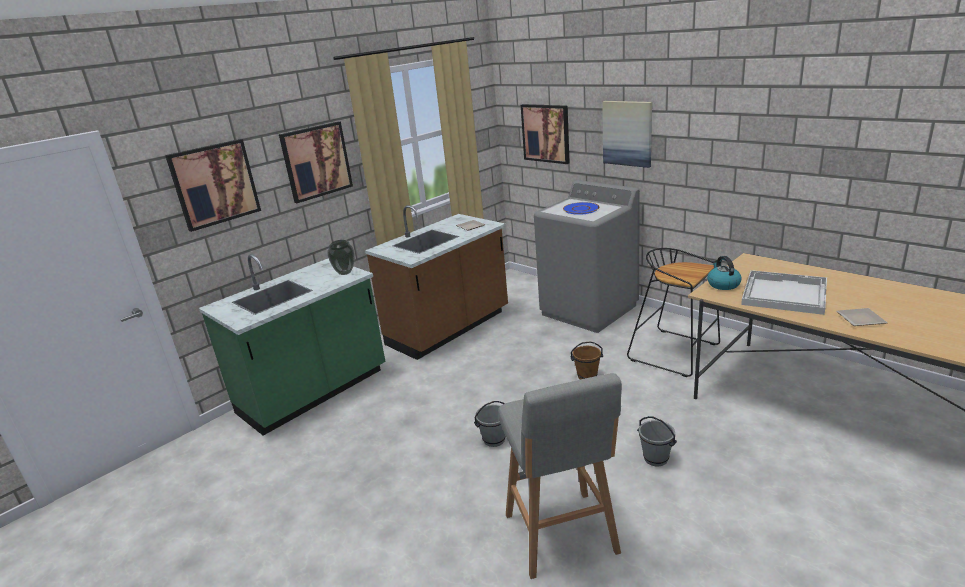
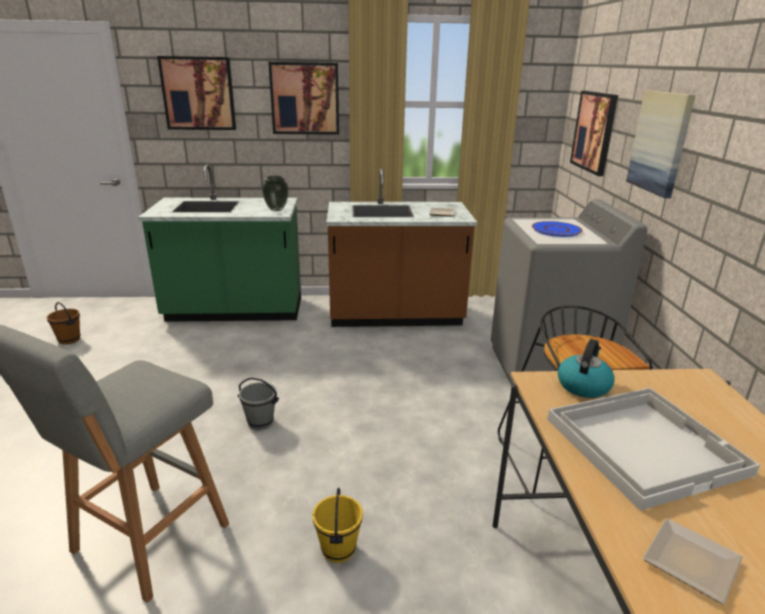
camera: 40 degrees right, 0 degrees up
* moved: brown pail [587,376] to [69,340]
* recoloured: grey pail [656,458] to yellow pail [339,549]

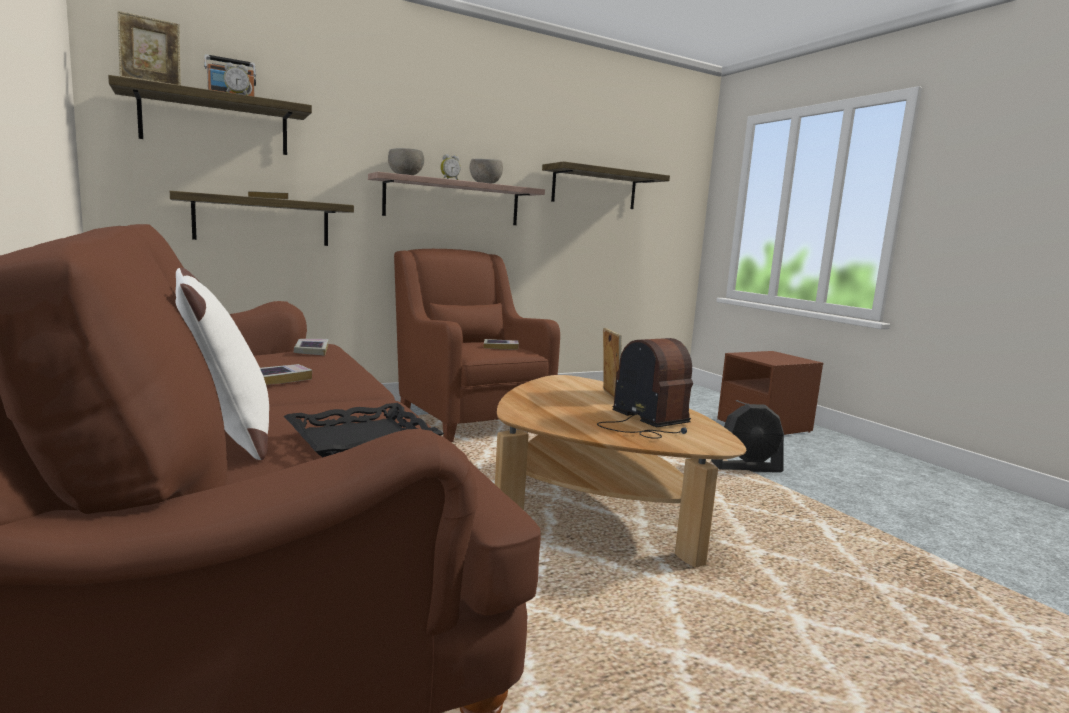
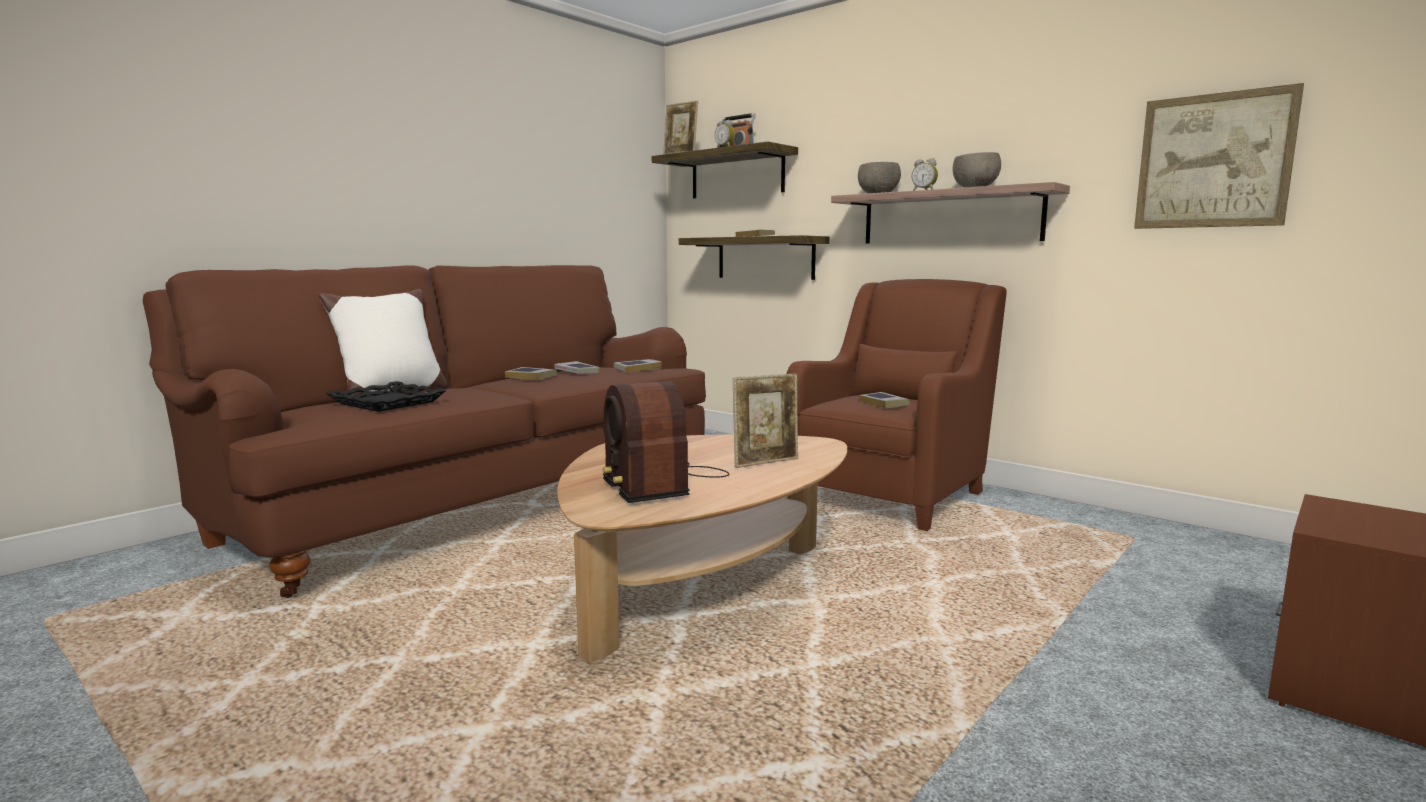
camera: 70 degrees right, 0 degrees up
* replaced: wall shelf [594,188] to wall picture [1213,161]
* turned: radio [645,423] = [660,482] 120 degrees clockwise
* removed: black-coloured cooling fan [747,467]
* added: bound book [576,372]

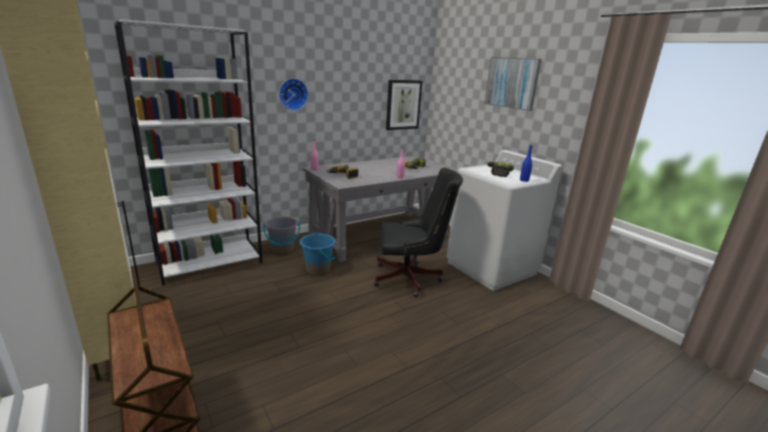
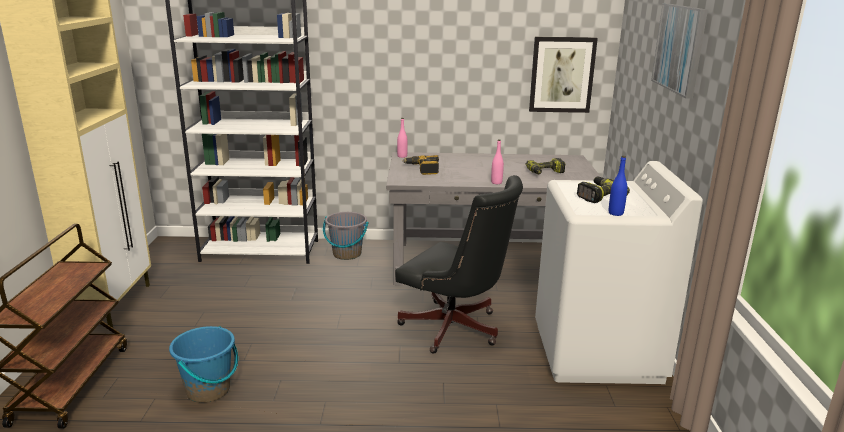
camera: 35 degrees right, 0 degrees up
* removed: hanging clock [292,94]
* moved: blue pail [318,269] to [208,390]

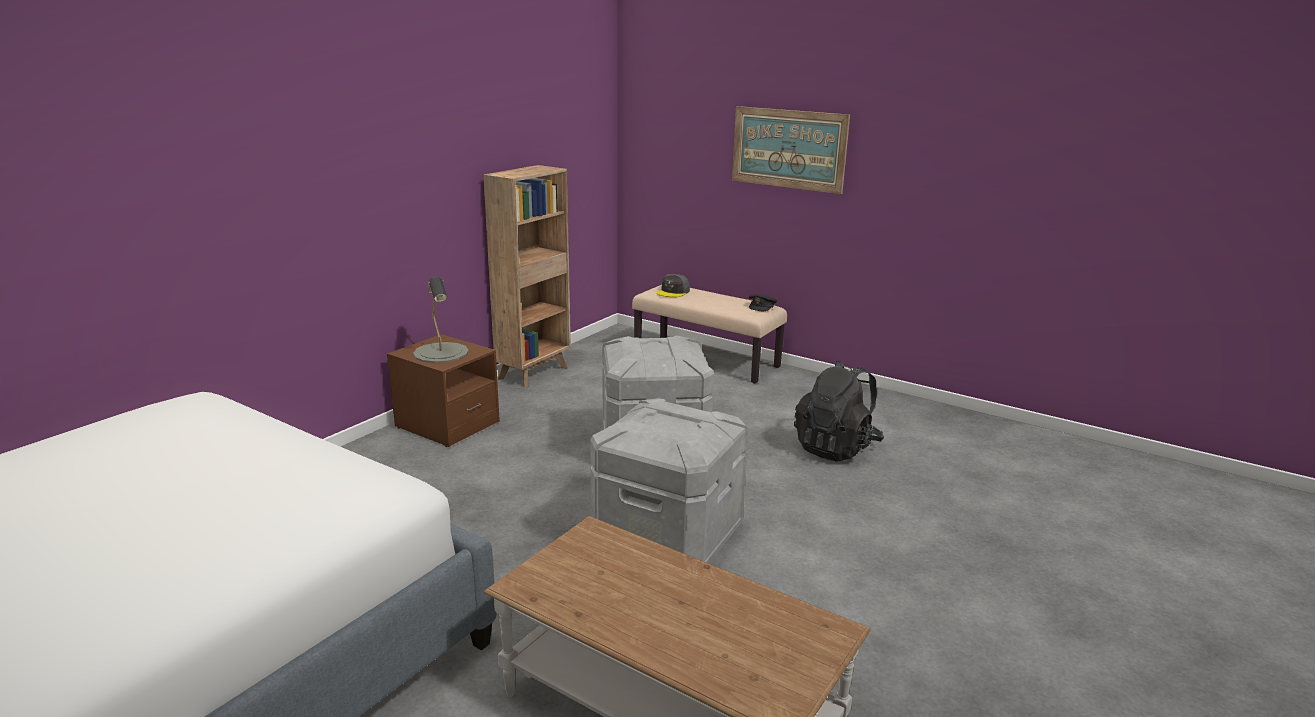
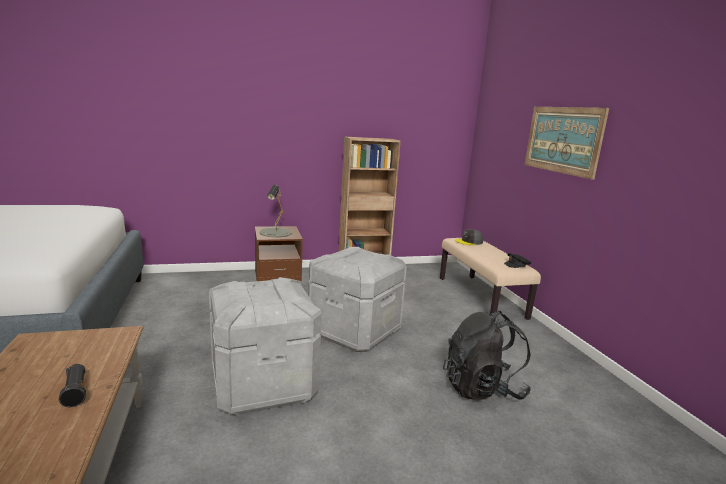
camera: 40 degrees right, 5 degrees down
* added: black-coloured torch [75,392]

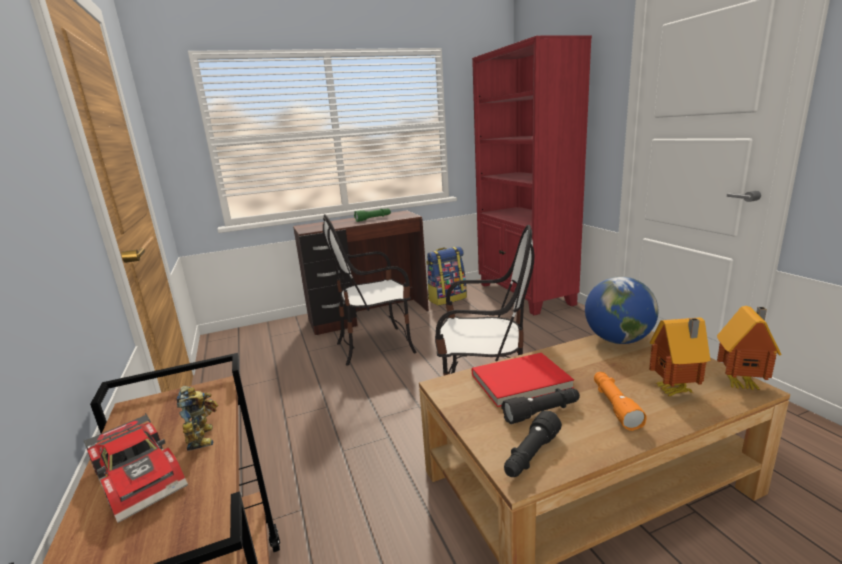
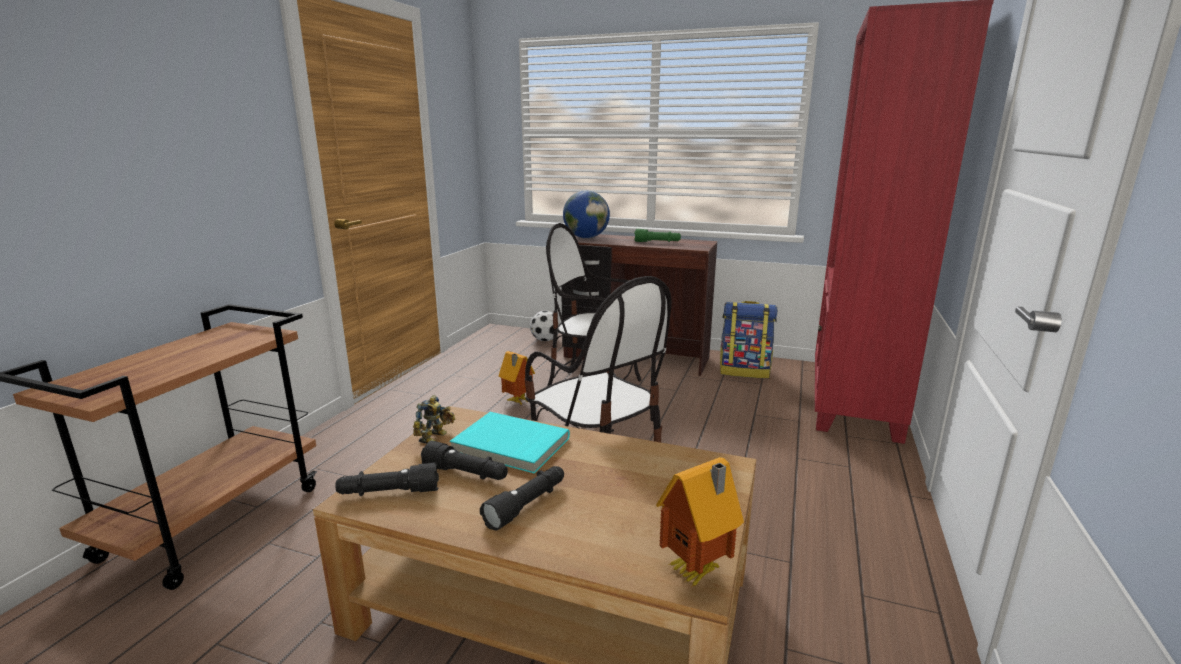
camera: 40 degrees right, 0 degrees up
* removed: toy car [142,474]
* moved: model robot [204,437] to [435,438]
* recoloured: red bound book [521,382] to turquoise-coloured bound book [509,446]
* moved: globe [618,340] to [586,237]
* recoloured: orange-coloured torch [614,406] to black-coloured torch [527,505]
* moved: toy house [675,392] to [517,402]
* added: ball for football [545,340]

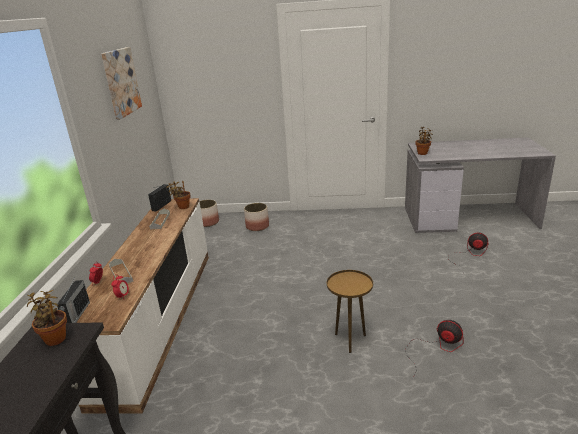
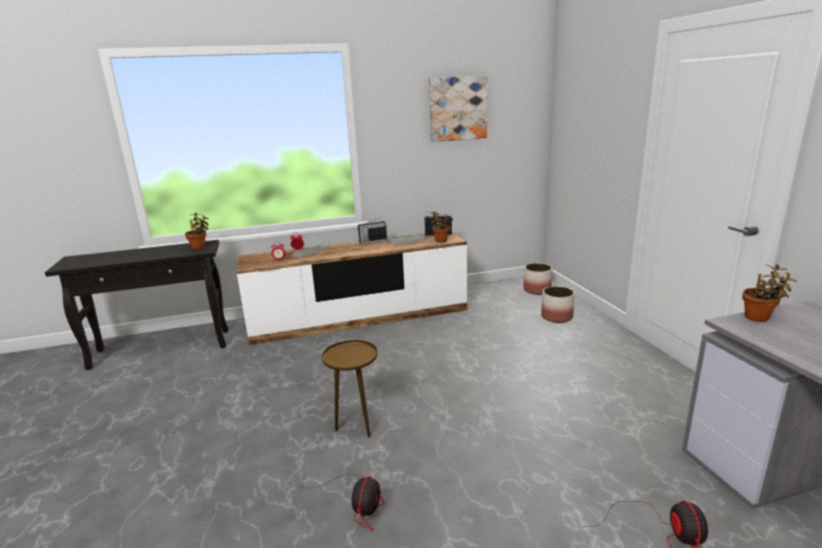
camera: 70 degrees right, 5 degrees down
* moved: radio [77,315] to [372,241]

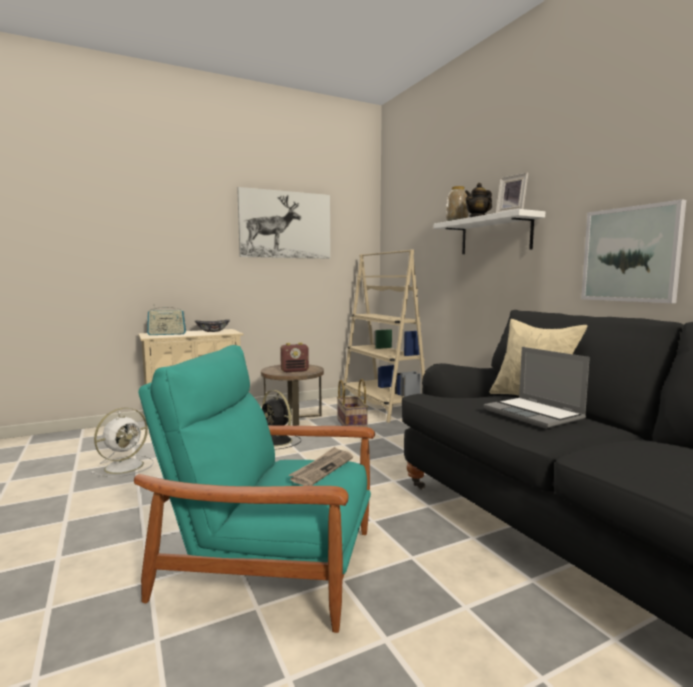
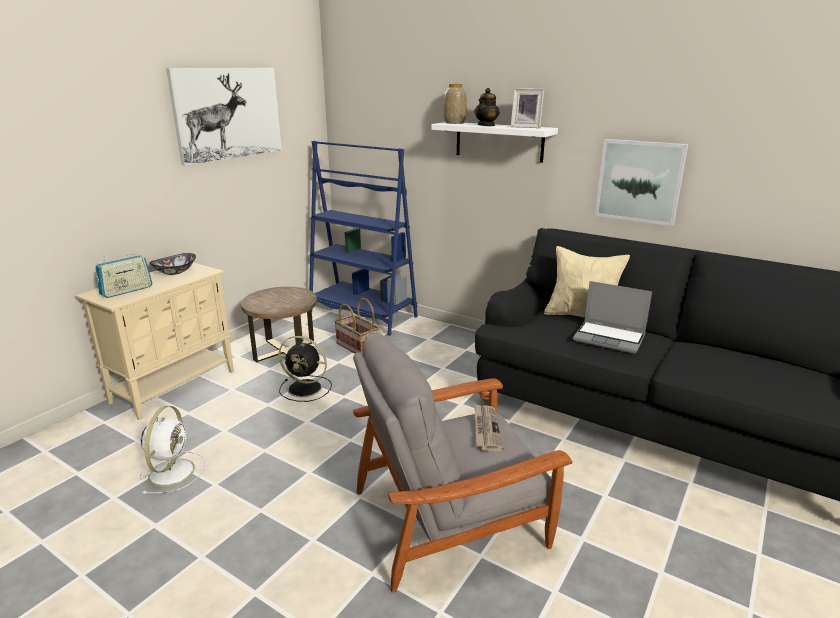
camera: 30 degrees left, 15 degrees up
* recoloured: turquoise-coloured lounge chair [271,564] to grey lounge chair [451,517]
* removed: radio [295,371]
* recoloured: sand-coloured bookshelf [382,406] to blue bookshelf [362,314]

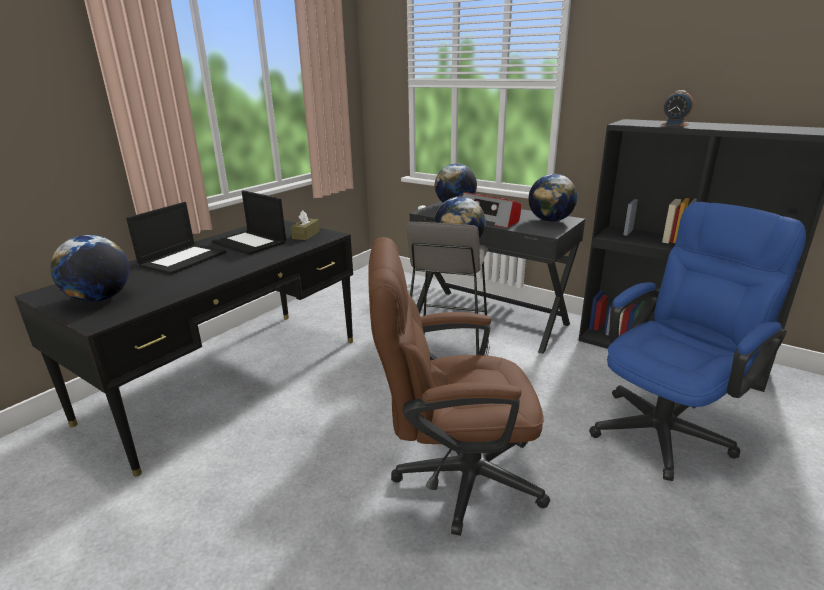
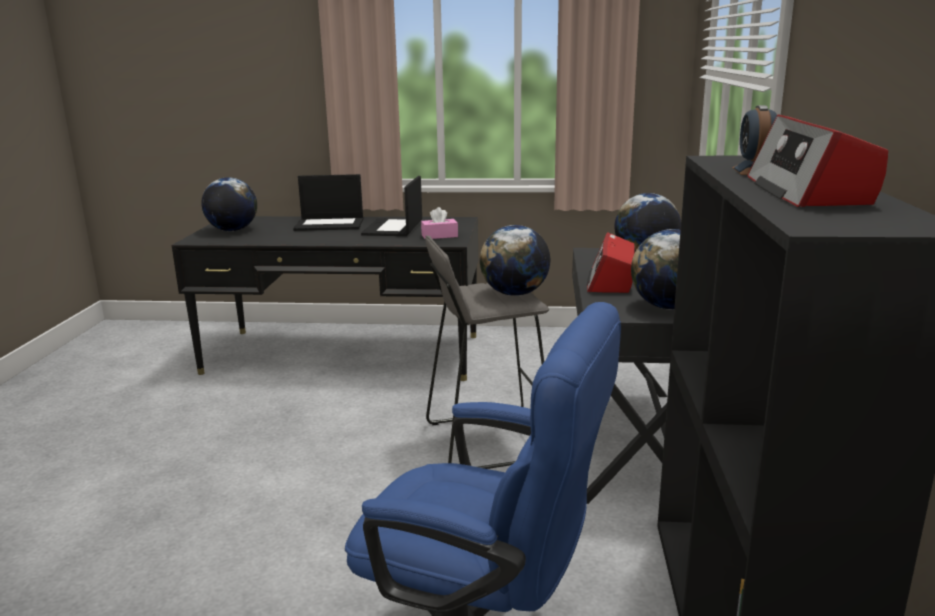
camera: 60 degrees right, 5 degrees down
* recoloured: brown box of tissues [306,235] to pinkish box of tissues [439,236]
* removed: brown desk chair [454,476]
* added: radio [808,191]

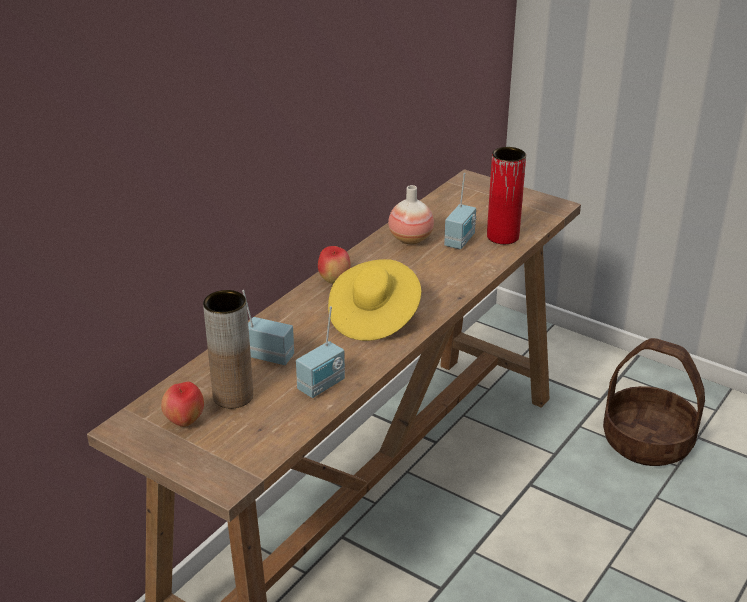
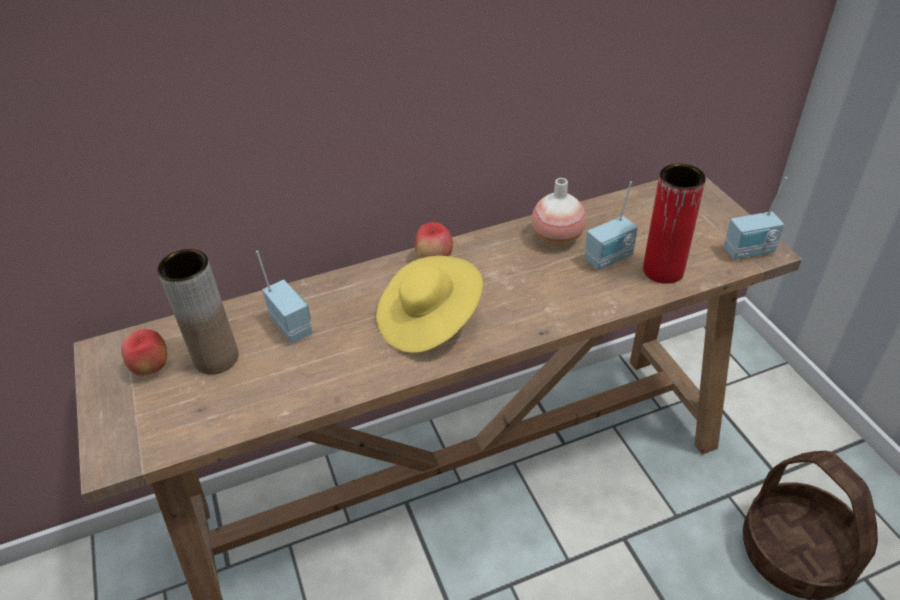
camera: 35 degrees right, 10 degrees up
* moved: radio [322,386] to [749,252]

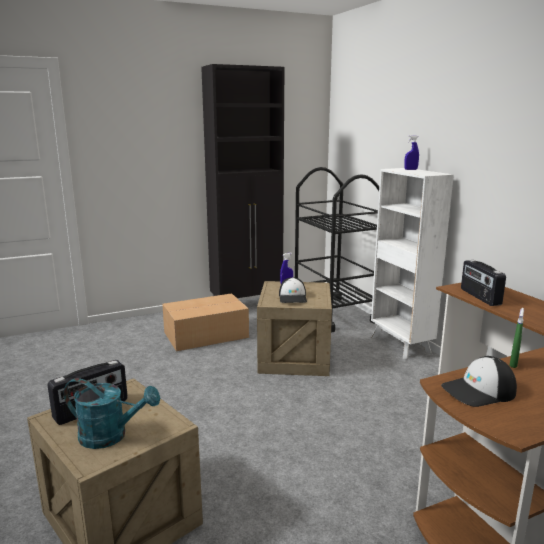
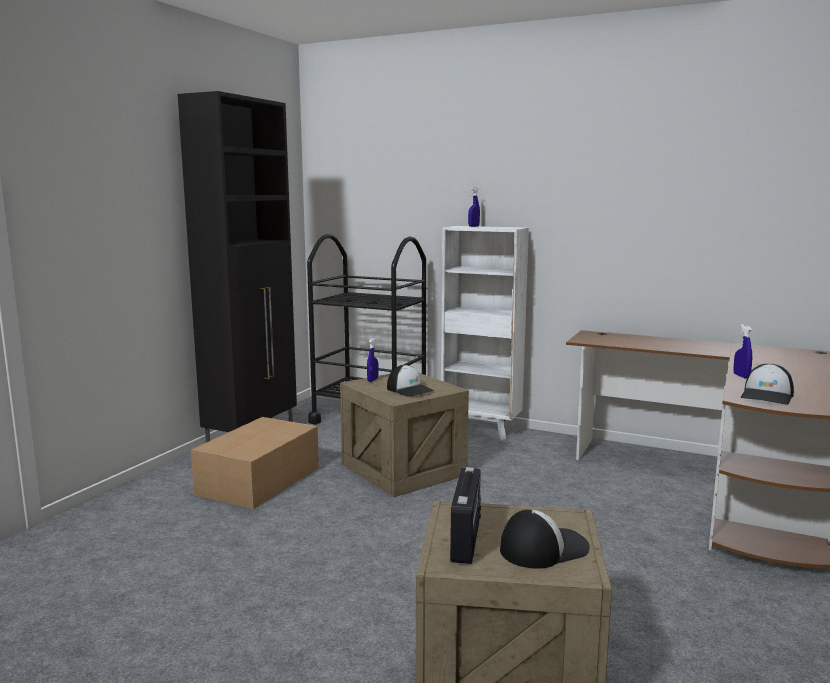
camera: 40 degrees left, 5 degrees down
* replaced: turquoise-coloured sprinkling can [111,436] to cap [543,548]
* removed: radio [479,297]
* recoloured: green-coloured hand sprayer [513,363] to blue hand sprayer [741,376]

